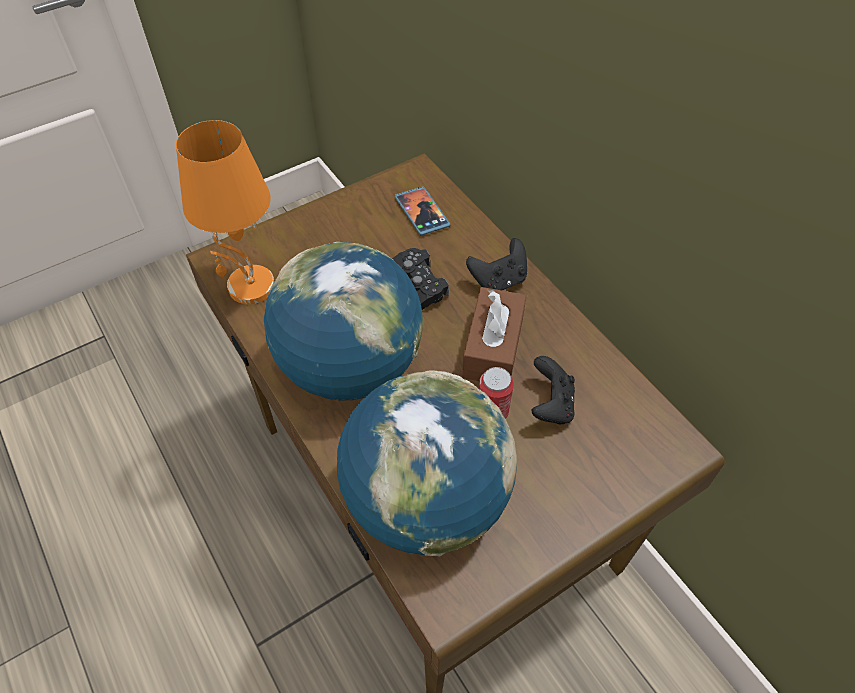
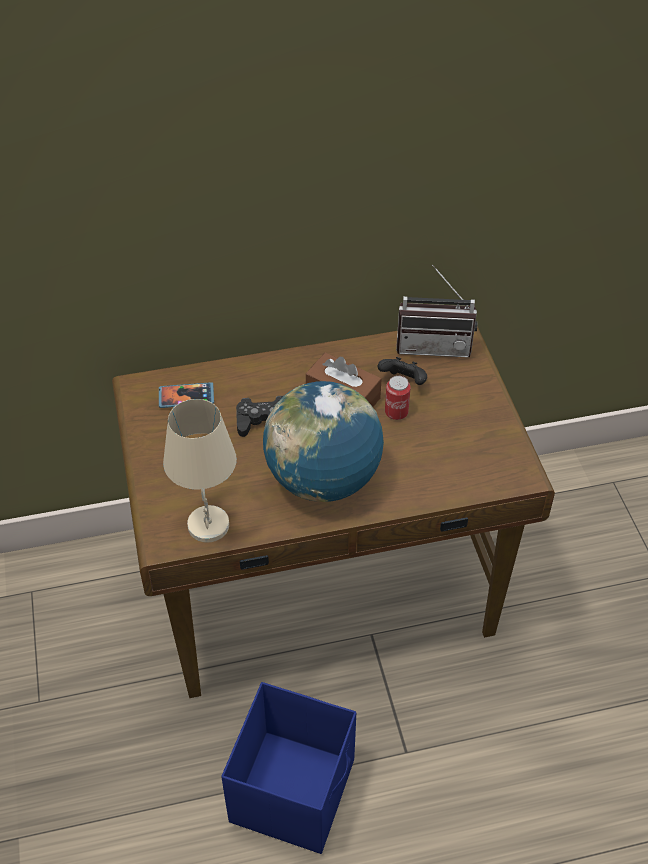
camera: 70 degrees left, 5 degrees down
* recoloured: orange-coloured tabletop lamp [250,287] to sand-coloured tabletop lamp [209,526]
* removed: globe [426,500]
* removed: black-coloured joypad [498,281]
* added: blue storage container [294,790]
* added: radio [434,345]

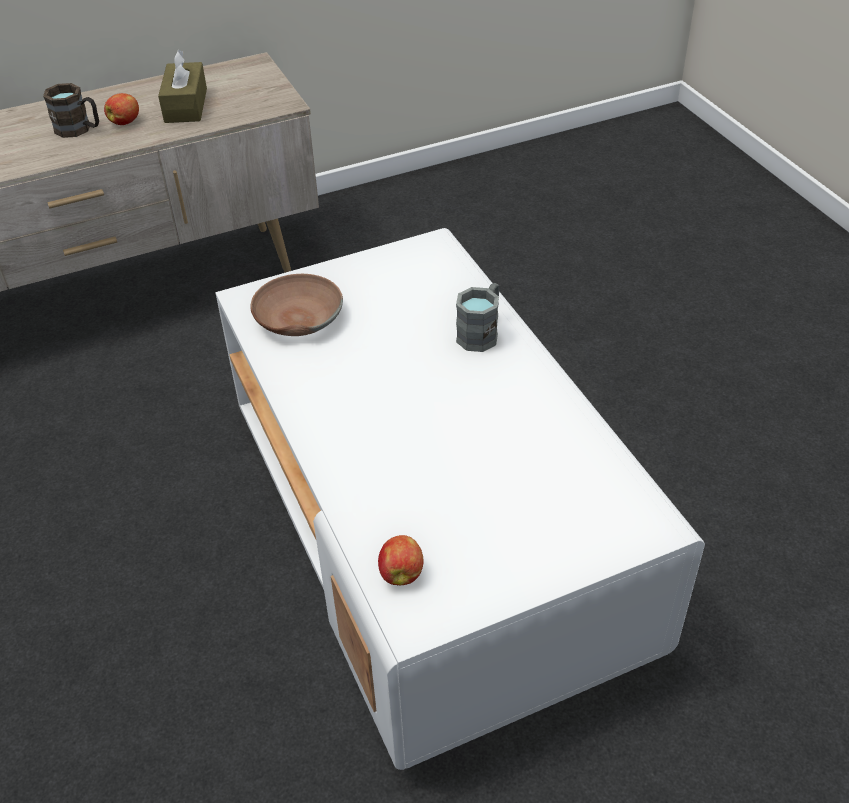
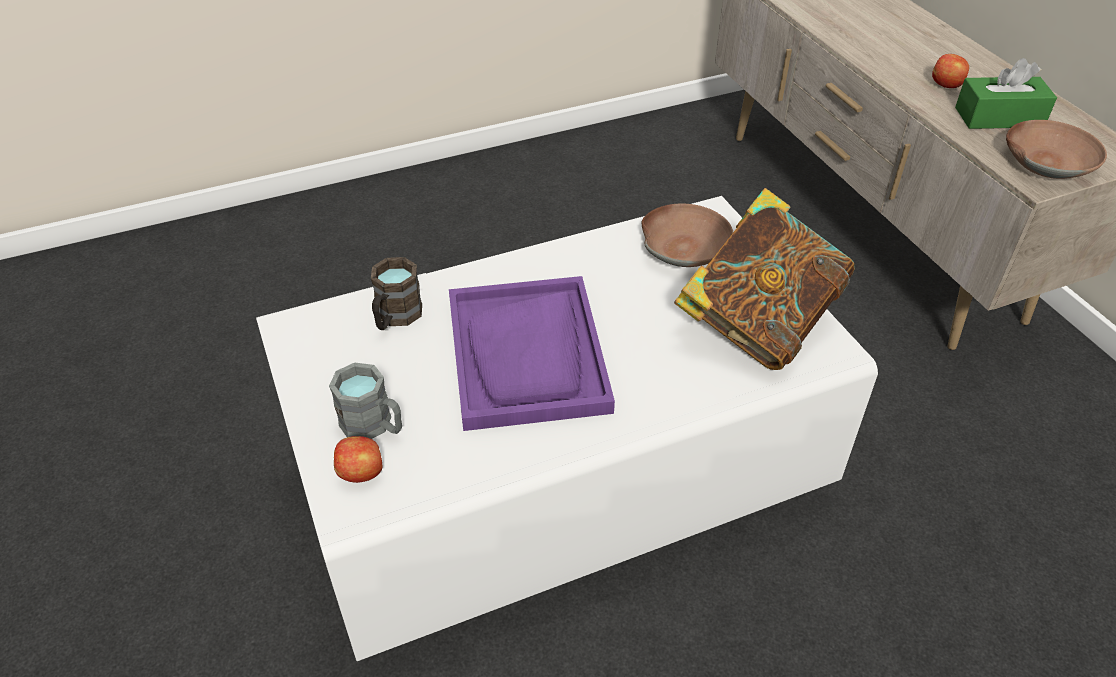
camera: 90 degrees right, 0 degrees up
* moved: brown tea mug [79,129] to [395,318]
* recoloured: brown box of tissues [186,105] to green-coloured box of tissues [999,117]
* moved: apple [401,573] to [362,473]
* moved: grey tea mug [481,332] to [374,426]
* added: purple tray [527,355]
* added: bound book [757,324]
* added: brown serving bowl [1047,162]

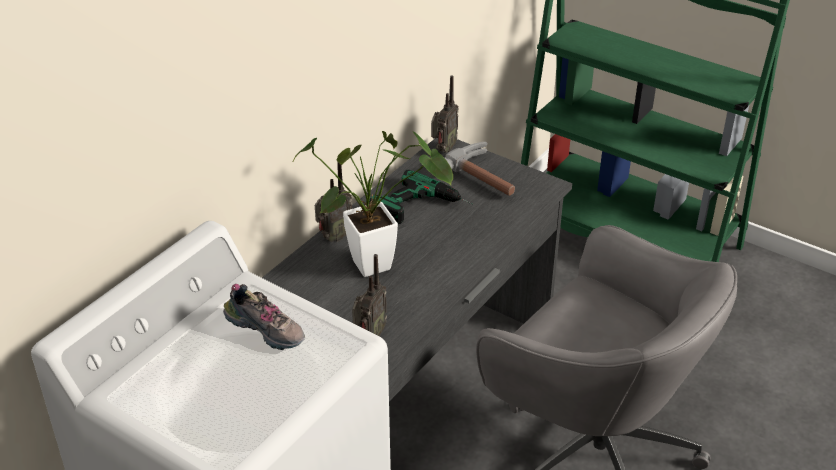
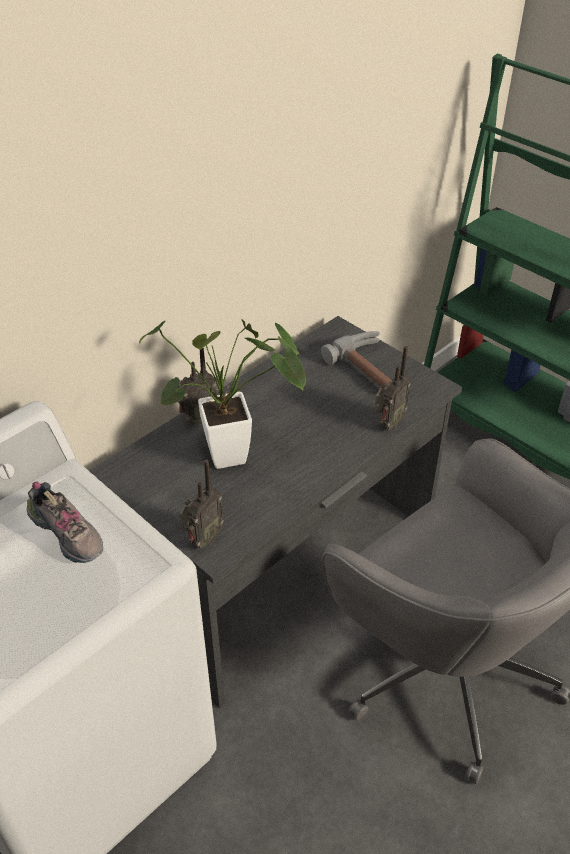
camera: 10 degrees right, 5 degrees up
* removed: drill [423,209]
* moved: radio [443,150] to [388,424]

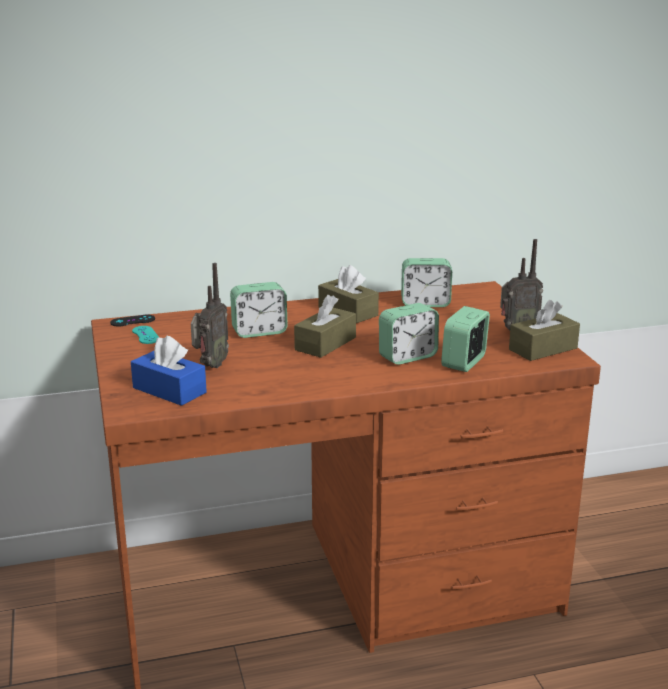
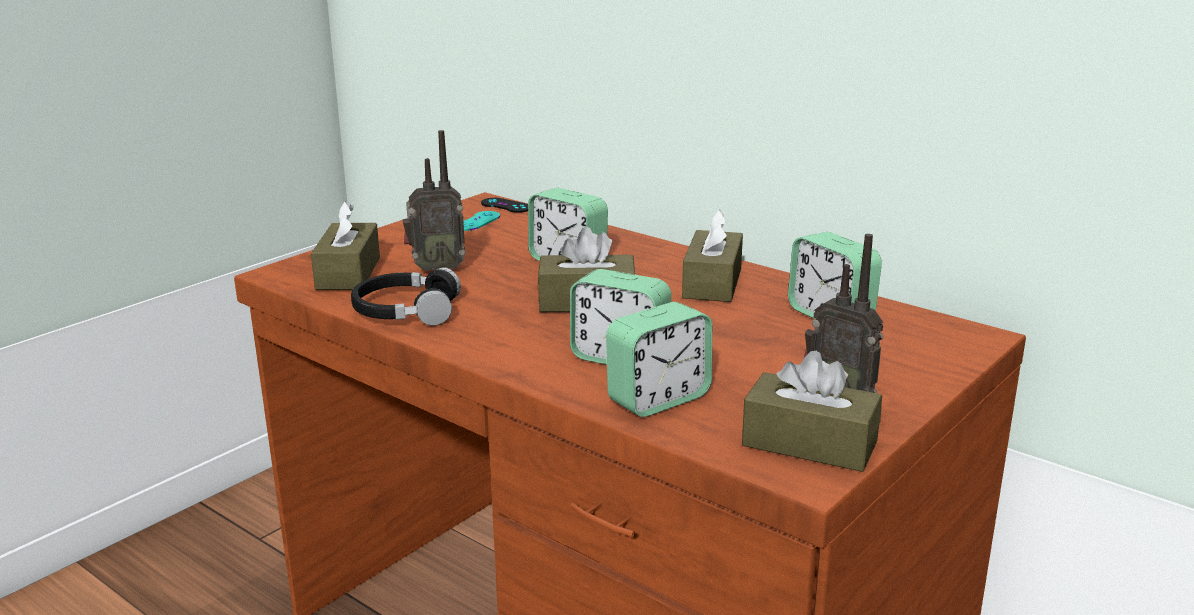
camera: 55 degrees right, 0 degrees up
* recoloured: blue box of tissues [169,390] to brown box of tissues [348,273]
* turned: alarm clock [464,362] = [658,399] 150 degrees clockwise
* added: black-coloured headphones [405,311]

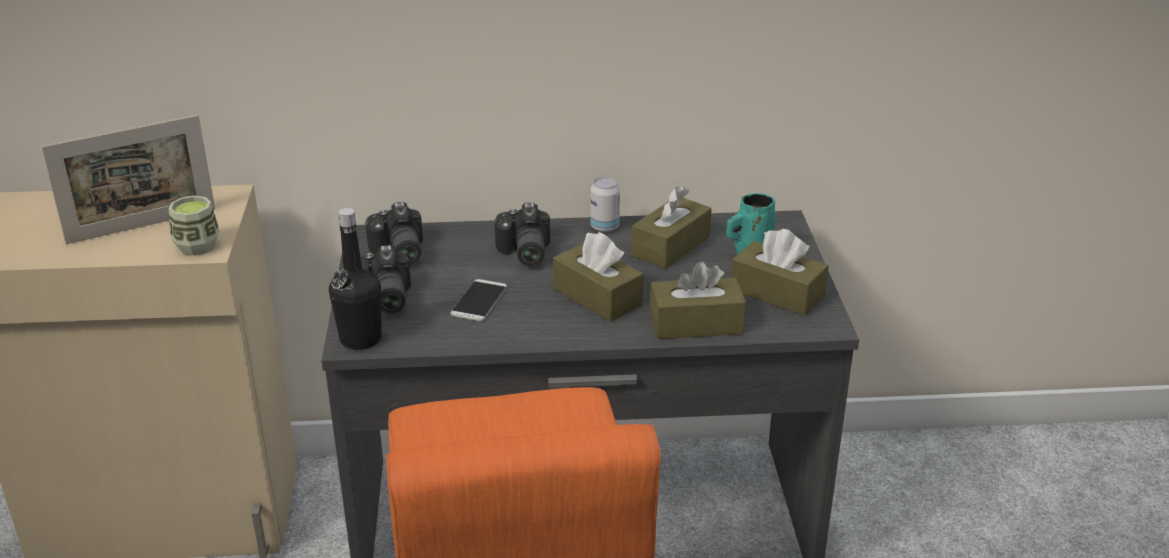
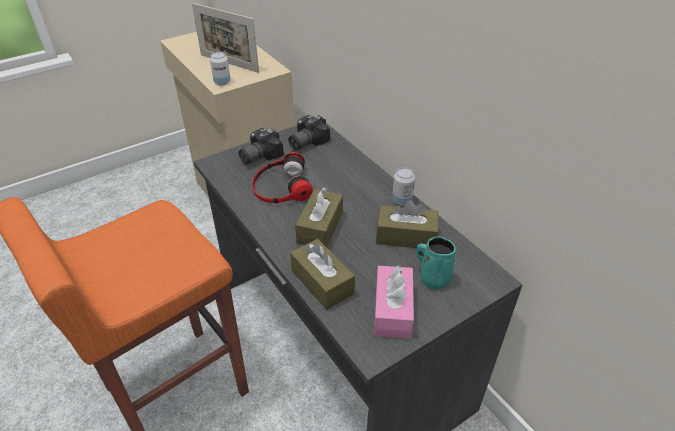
camera: 60 degrees right, 10 degrees up
* replaced: drinking cup [197,246] to can [222,82]
* removed: black-coloured bottle [360,339]
* replaced: phone [479,301] to headphones [281,186]
* removed: photo camera [523,253]
* recoloured: brown box of tissues [777,293] to pinkish box of tissues [392,310]

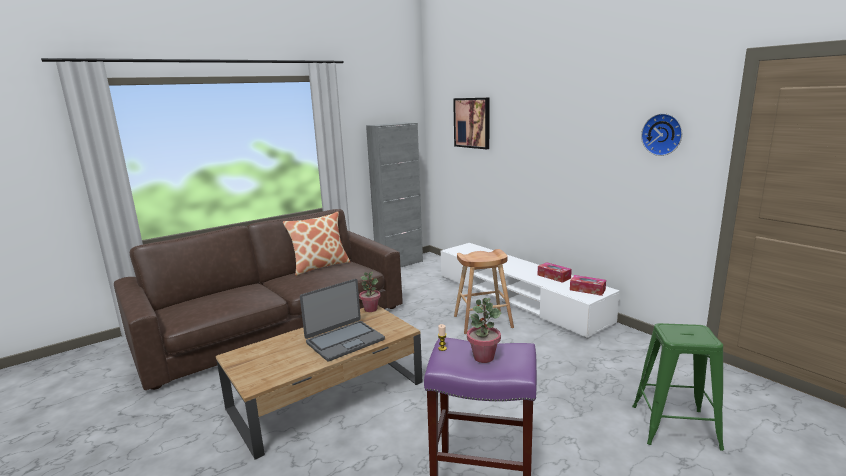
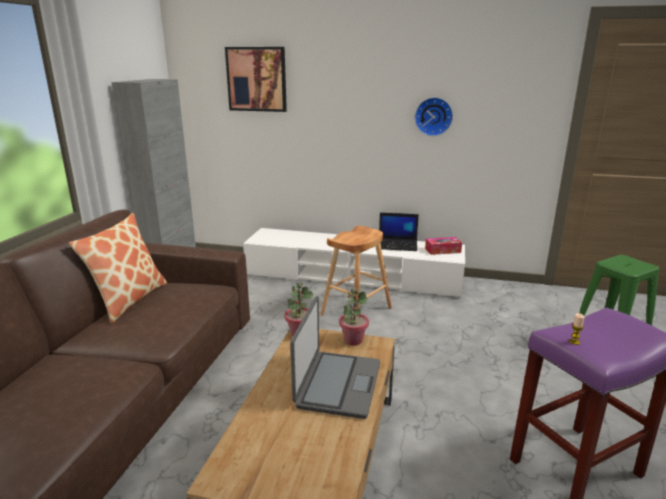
camera: 40 degrees left, 5 degrees up
* moved: houseplant [483,357] to [353,340]
* replaced: box of tissues [554,276] to notebook computer [398,245]
* moved: hanging clock [663,134] to [433,116]

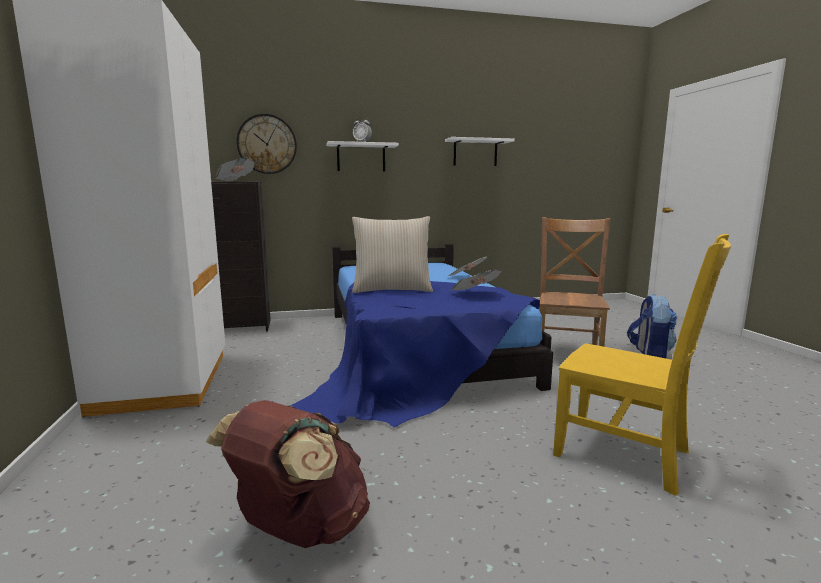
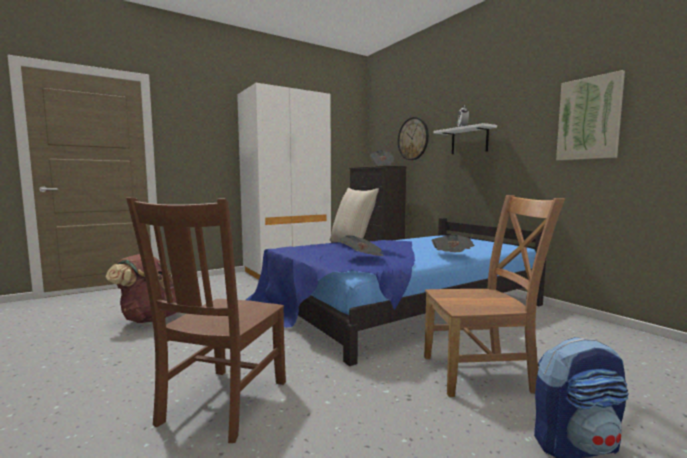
camera: 70 degrees right, 5 degrees down
* replaced: white wall shelf [475,152] to wall picture [589,119]
* recoloured: yellow chair [626,454] to brown chair [222,404]

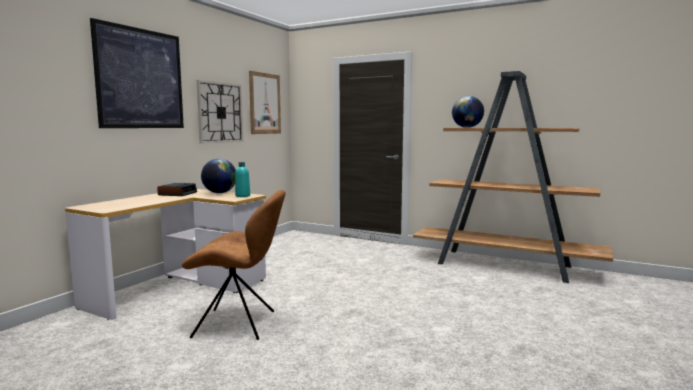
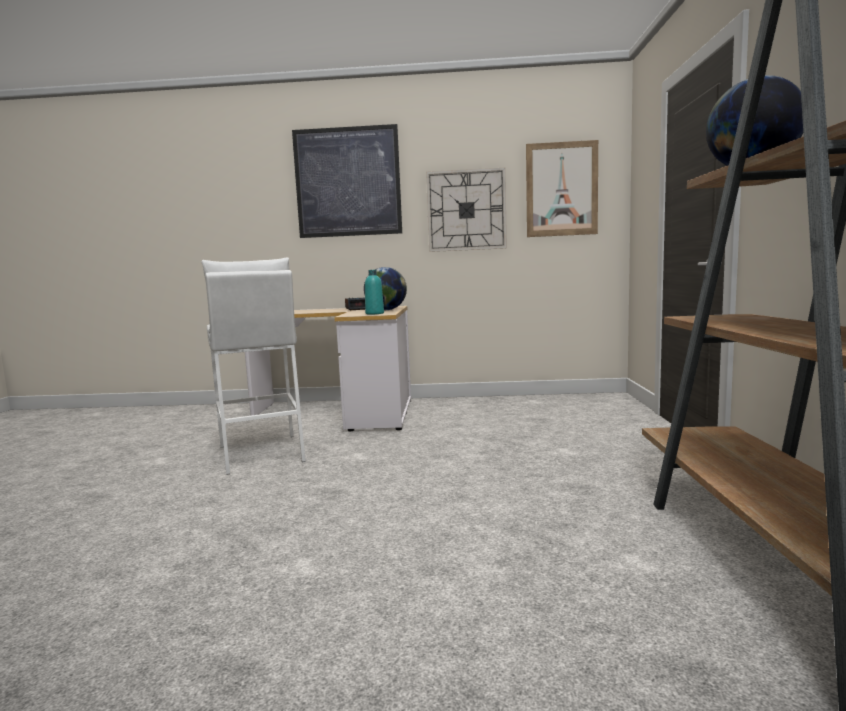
camera: 65 degrees right, 0 degrees up
* replaced: brown chair [238,324] to white sitting stool [261,453]

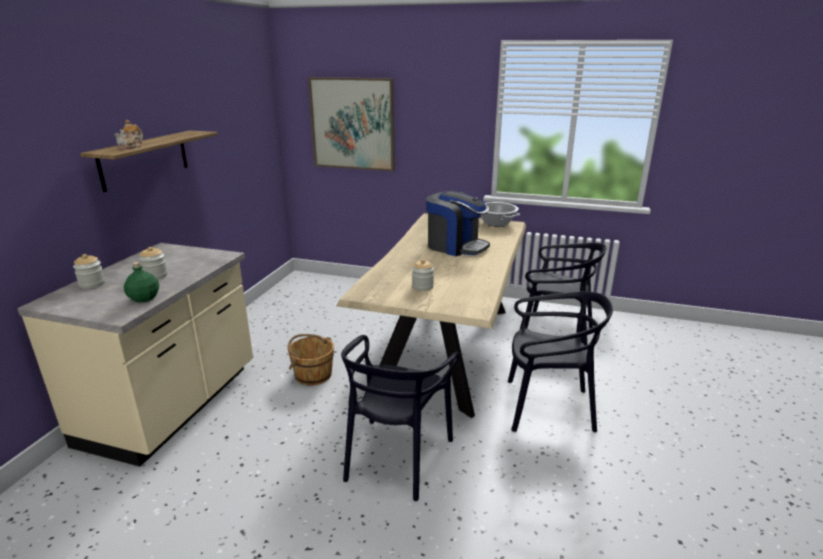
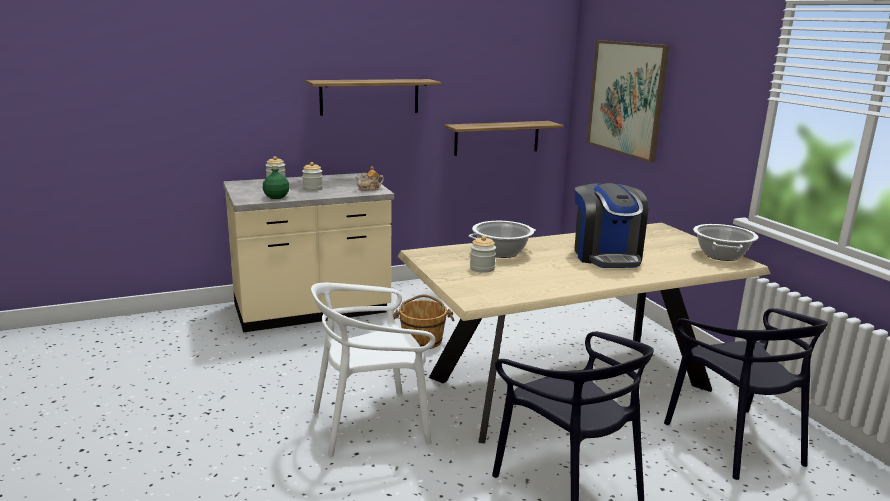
camera: 50 degrees right, 5 degrees down
* moved: teapot [132,147] to [369,189]
* recoloured: black-coloured chair [397,457] to white chair [371,424]
* added: wall shelf [497,137]
* added: cooking pot [501,252]

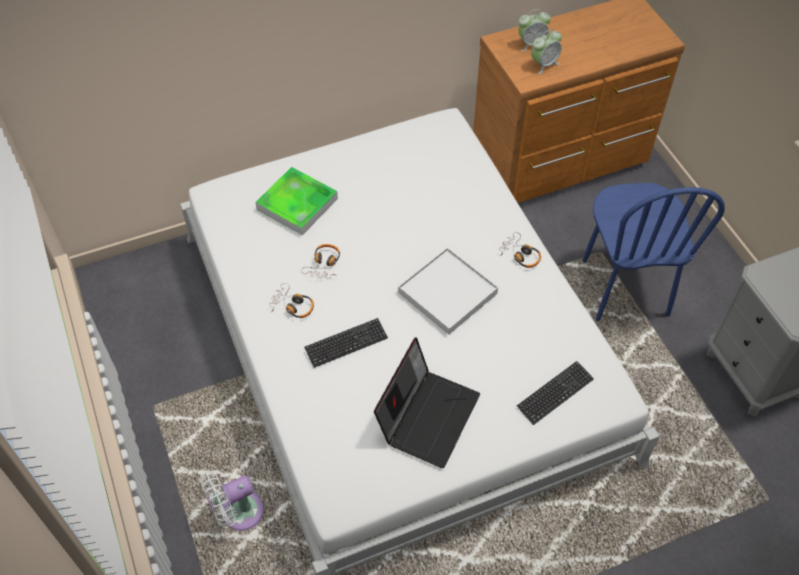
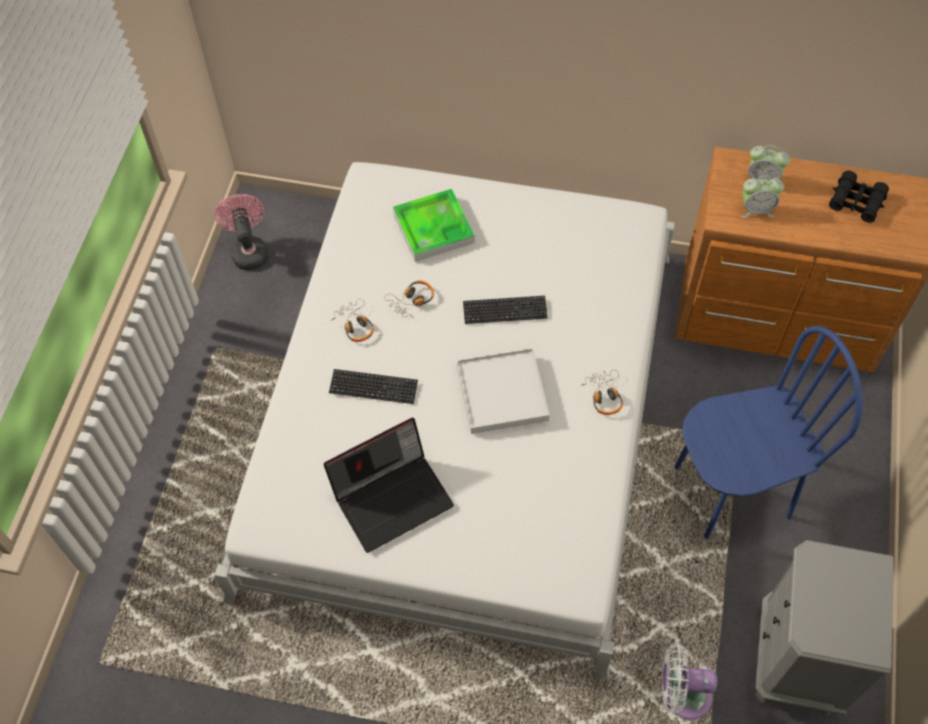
camera: 35 degrees right, 5 degrees up
* moved: white cooling fan [237,513] to [681,695]
* moved: computer keyboard [555,393] to [505,311]
* turned: blue chair [624,288] = [731,490] 135 degrees counterclockwise
* added: pinkish cooling fan [249,250]
* added: black-coloured pair of binoculars [856,202]

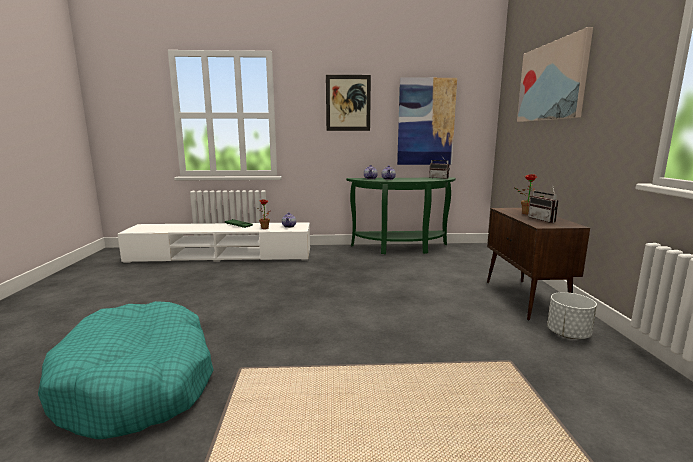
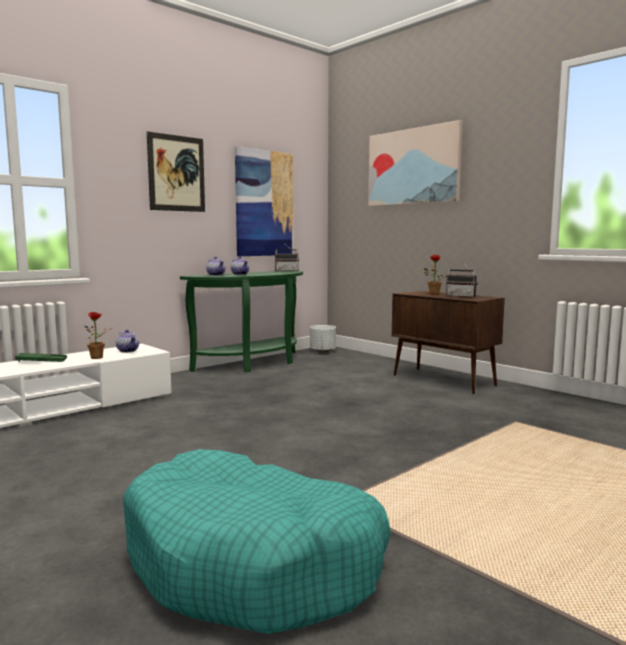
camera: 40 degrees left, 5 degrees down
* moved: white planter [567,334] to [322,351]

